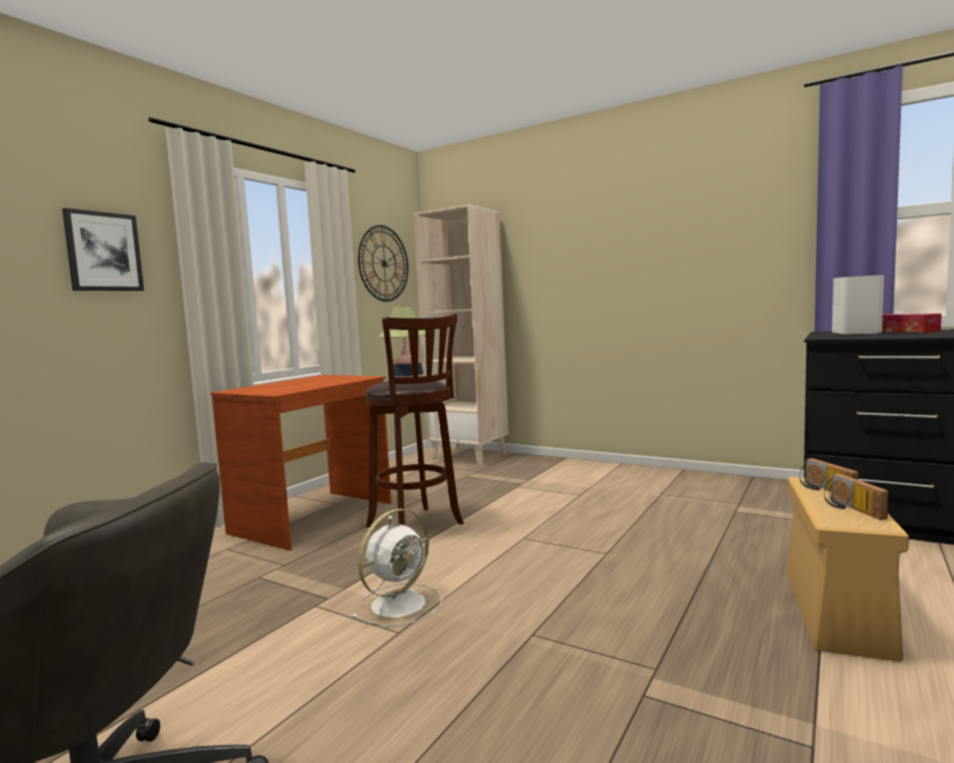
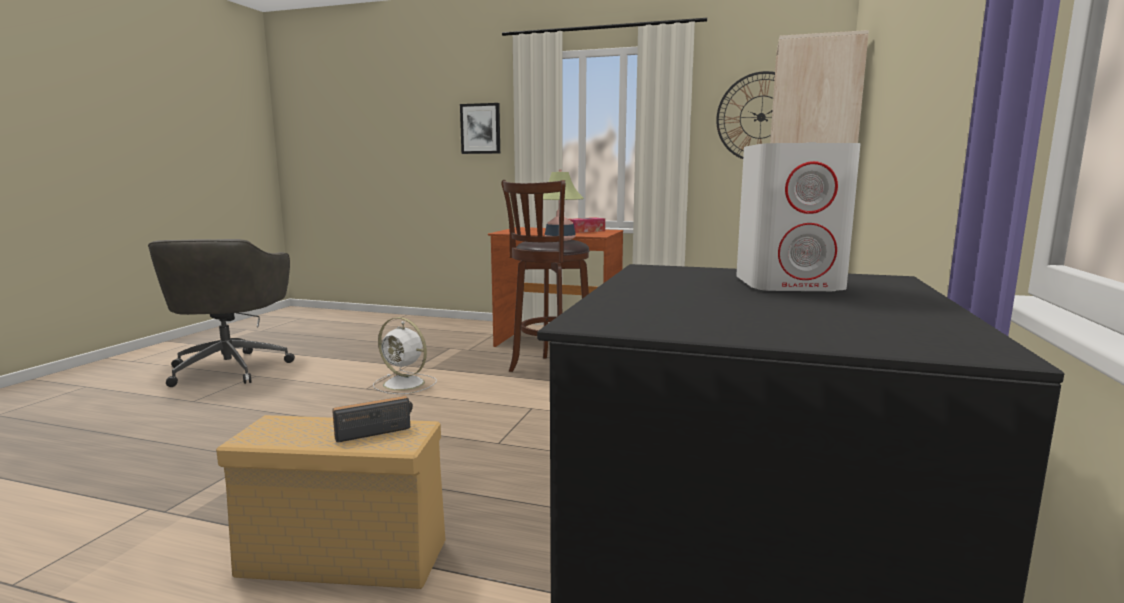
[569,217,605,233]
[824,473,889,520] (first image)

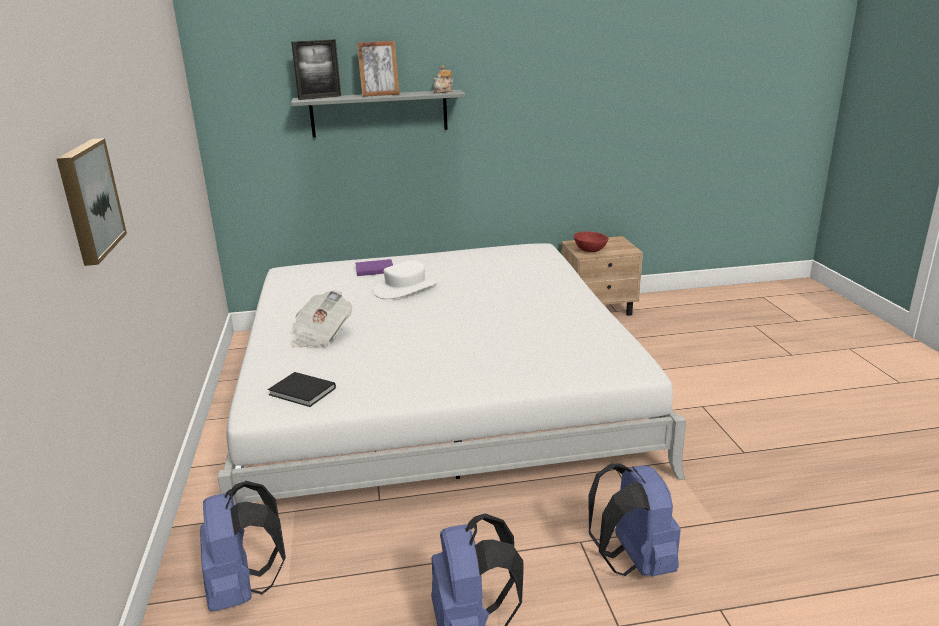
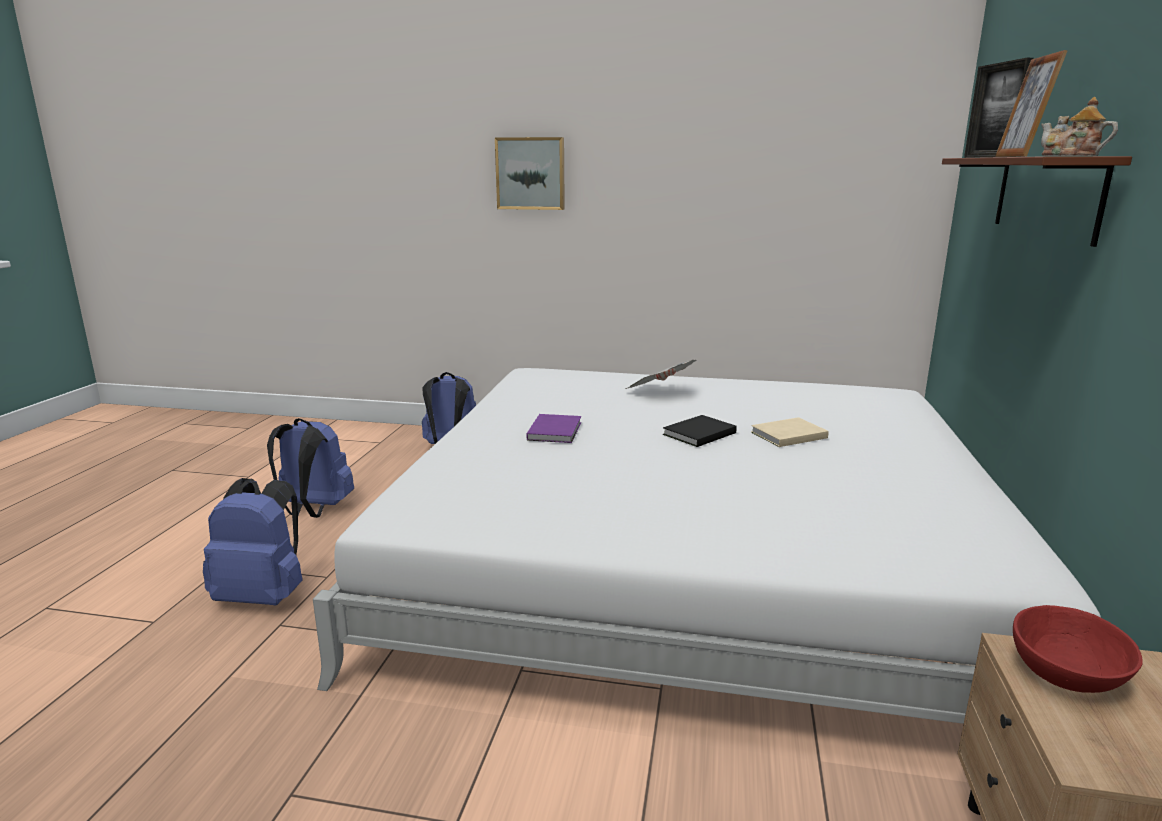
[942,156,1132,247]
[527,414,581,443]
[751,417,829,447]
[663,415,737,447]

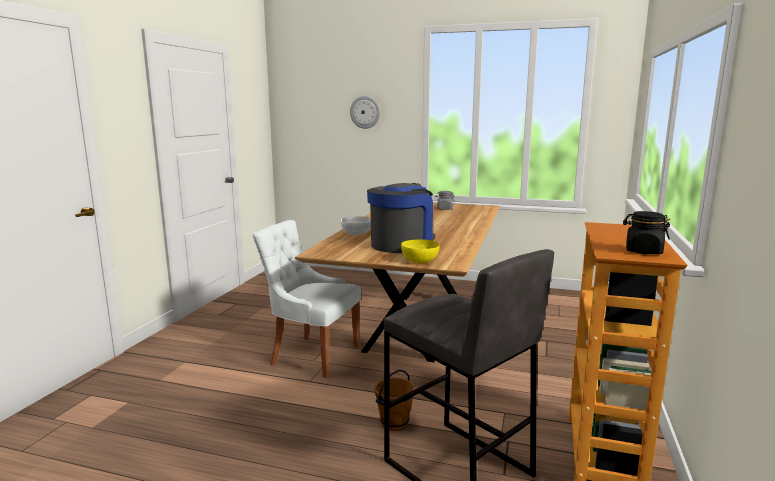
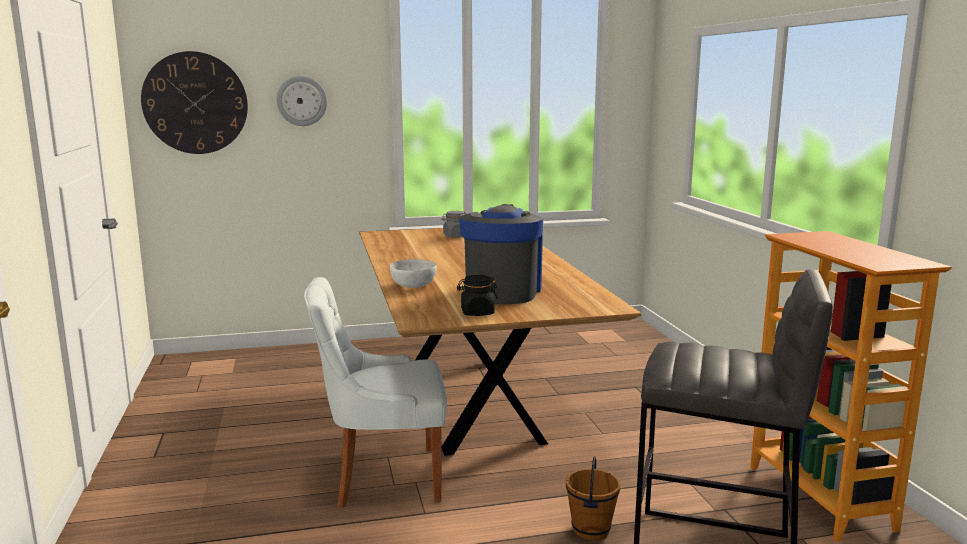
[457,275,498,316]
[401,239,440,263] (first image)
[141,51,248,154]

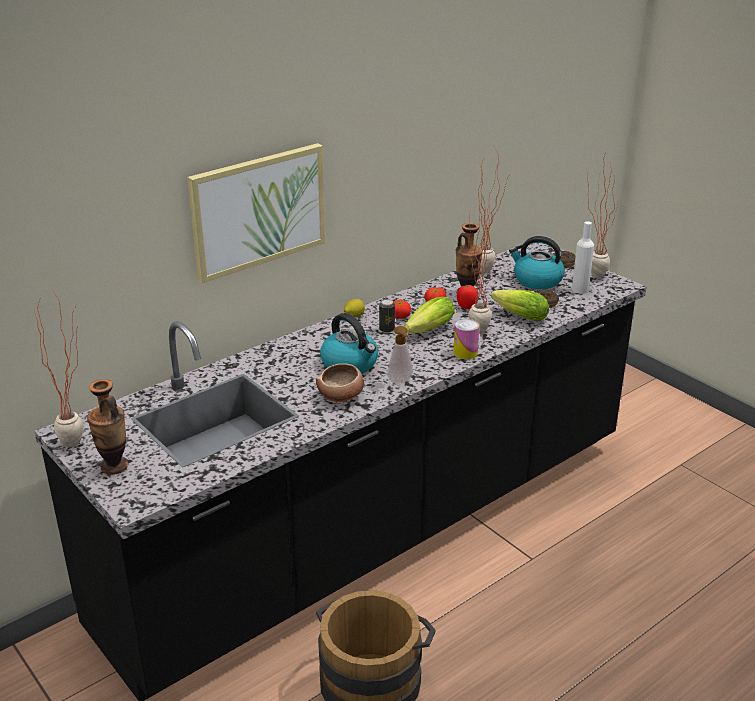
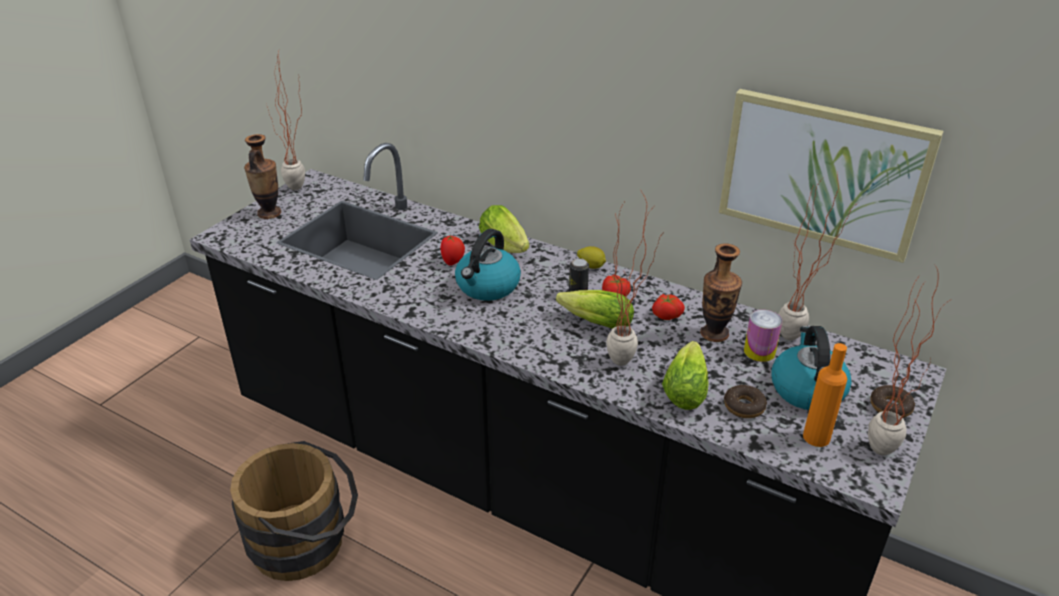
[719,89,944,263]
[803,343,847,447]
[441,235,465,266]
[744,310,782,362]
[387,326,413,384] (first image)
[316,363,364,402] (first image)
[479,205,530,253]

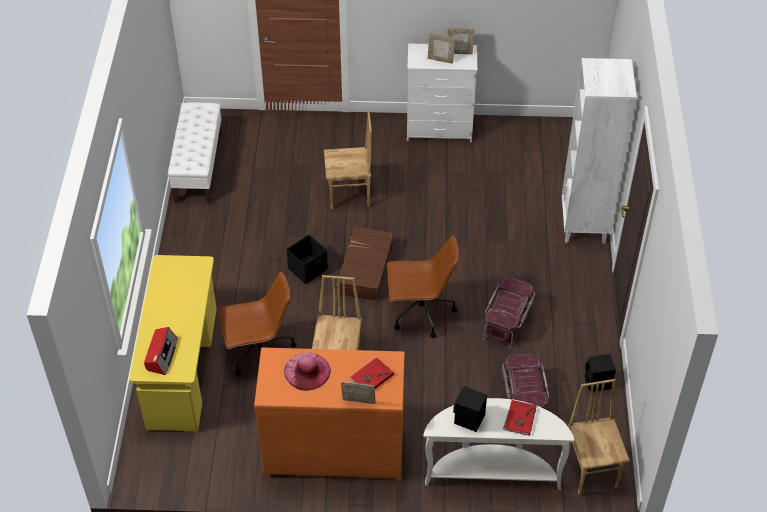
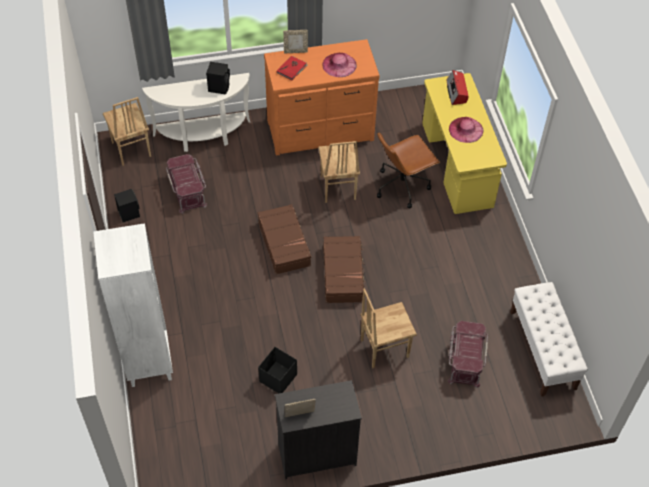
[428,33,455,64] (first image)
[275,380,362,480]
[258,347,297,393]
[258,204,312,275]
[448,321,488,388]
[503,400,537,436] (first image)
[449,117,483,143]

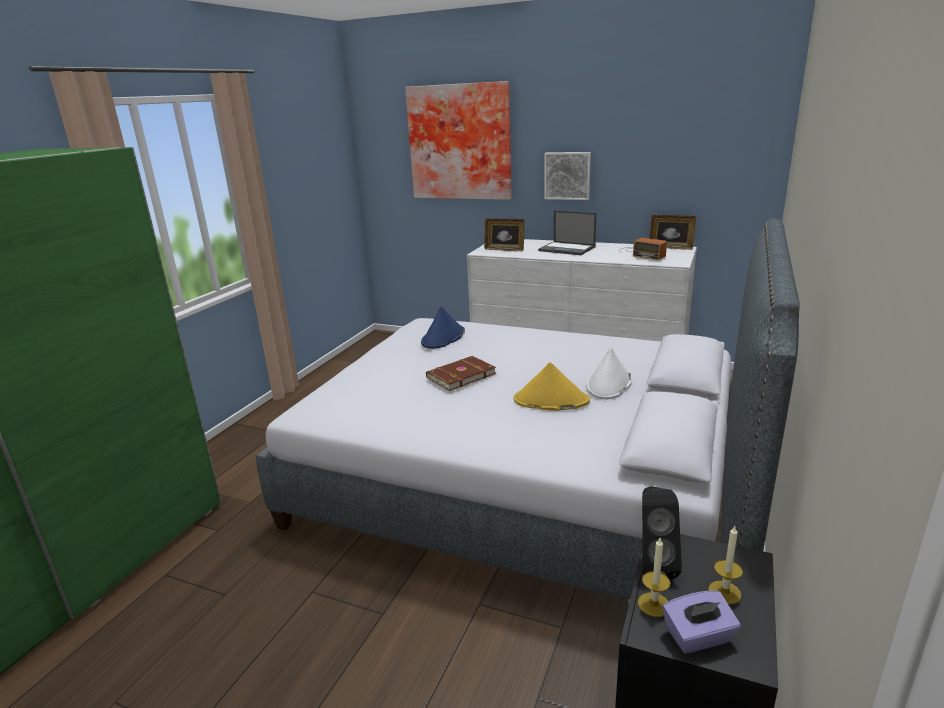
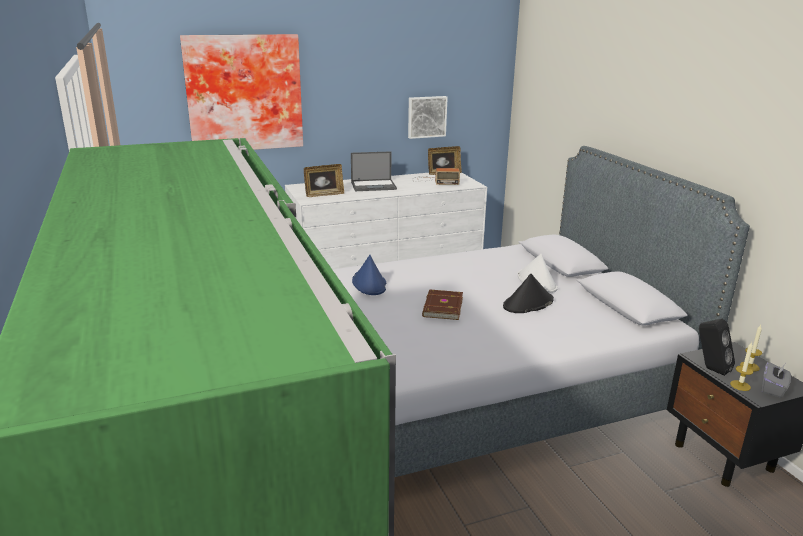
[408,96,448,139]
[503,274,554,313]
[762,362,791,398]

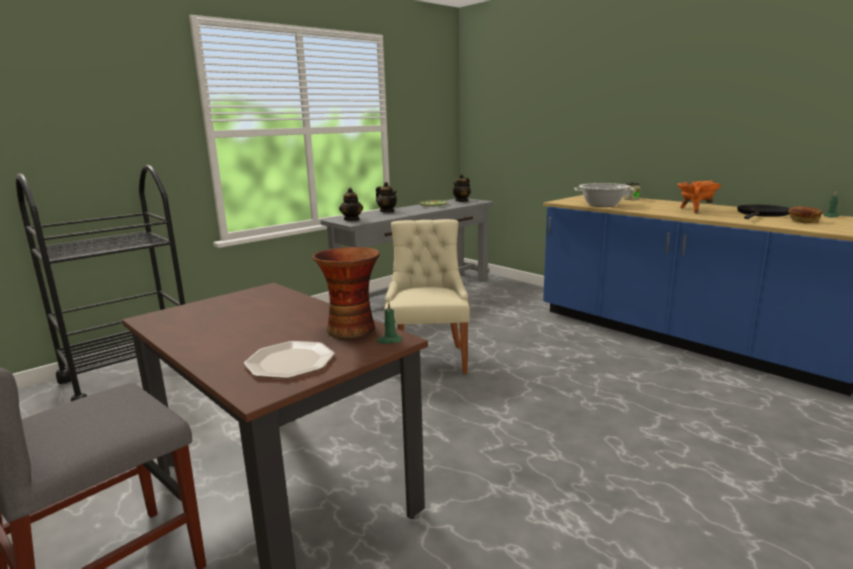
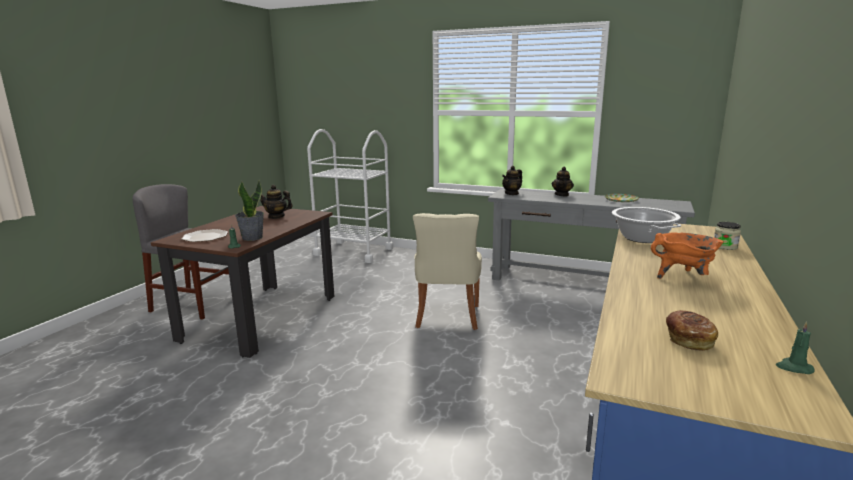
[307,129,393,263]
[260,185,293,219]
[737,205,790,219] (first image)
[413,213,482,330]
[235,180,264,241]

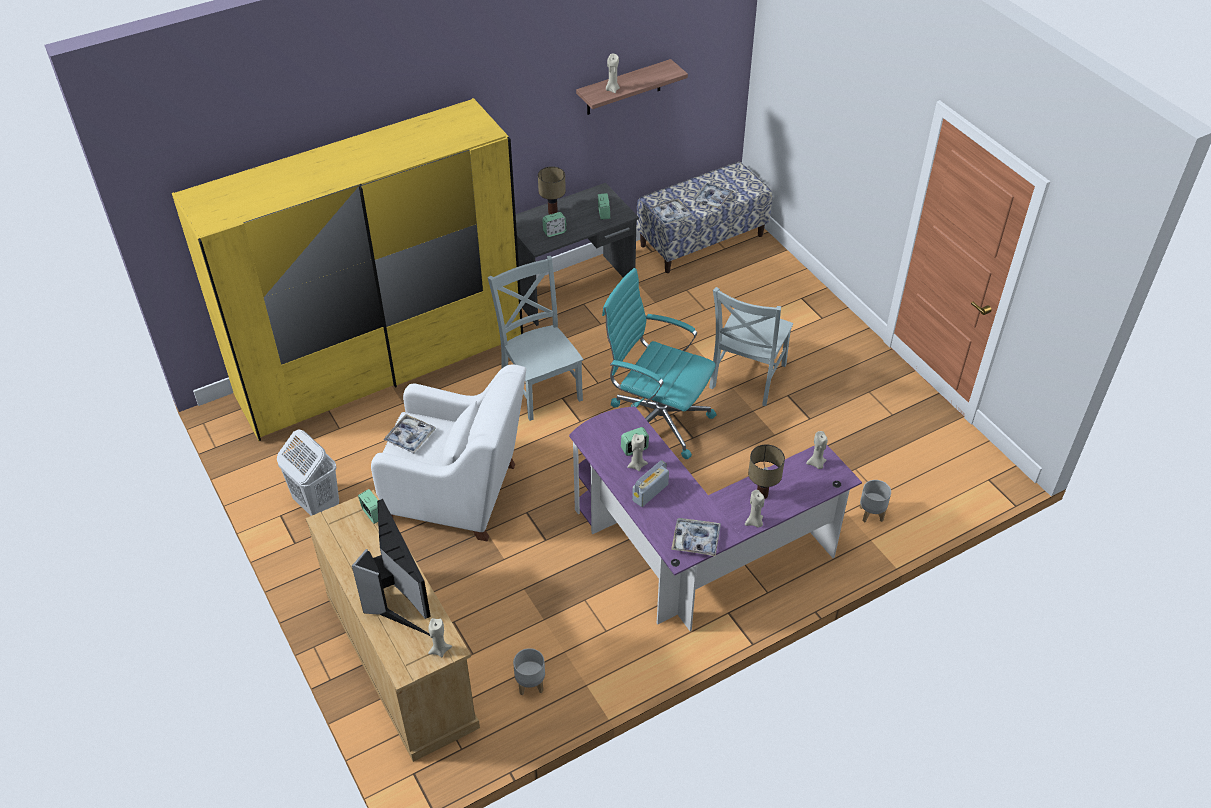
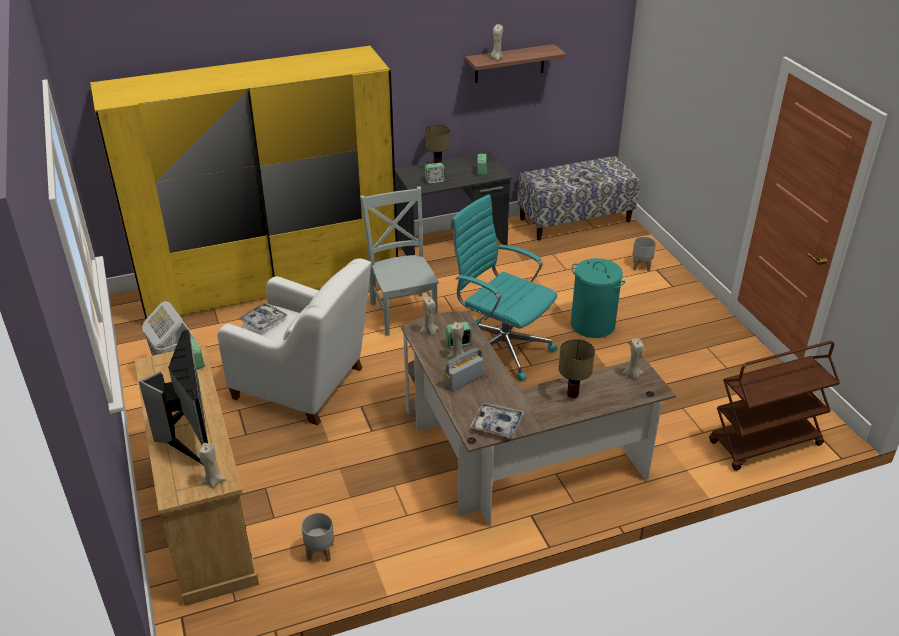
[571,258,626,338]
[401,311,676,527]
[632,237,656,272]
[420,297,439,335]
[709,341,840,471]

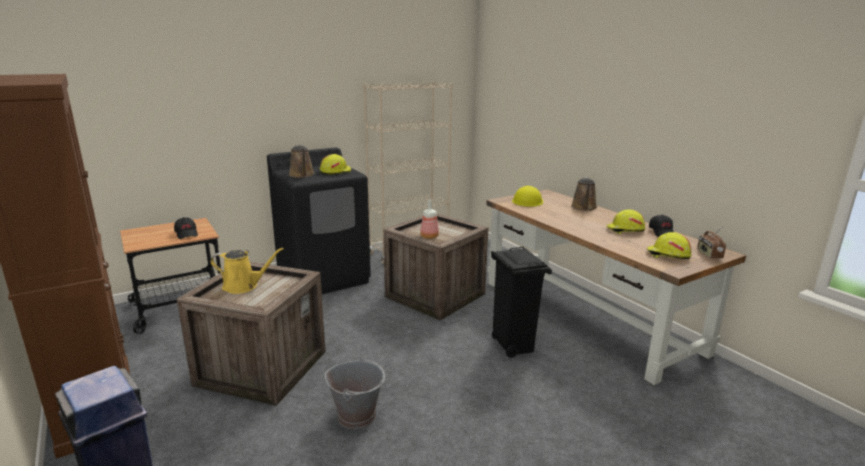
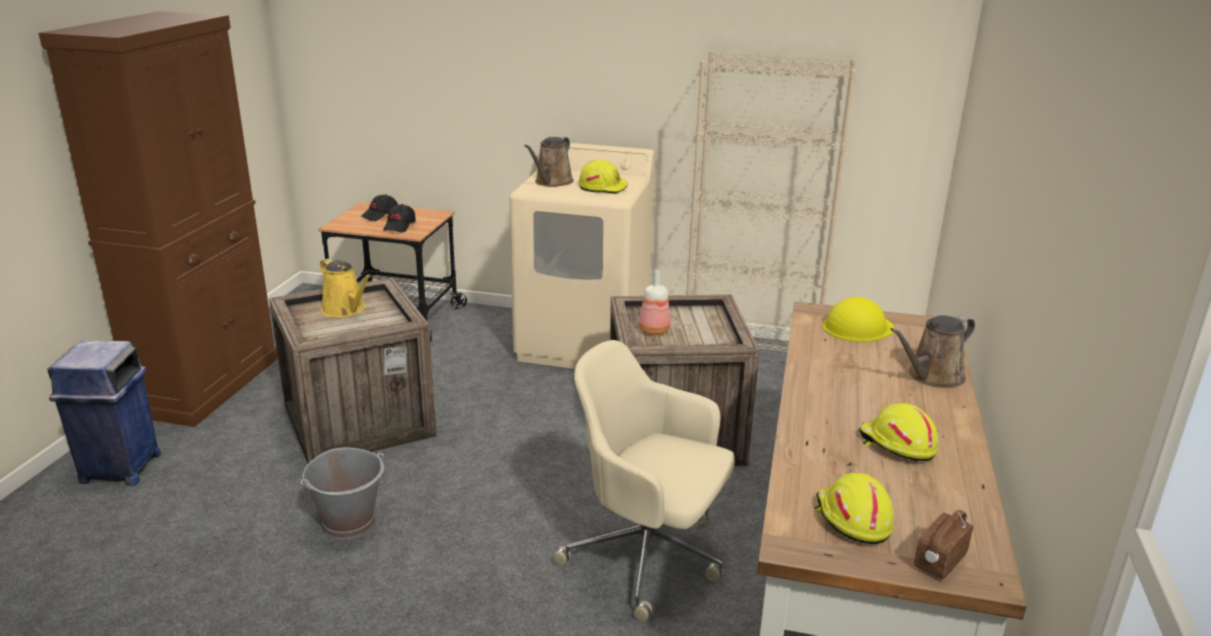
[509,143,655,369]
[360,194,398,221]
[553,340,735,622]

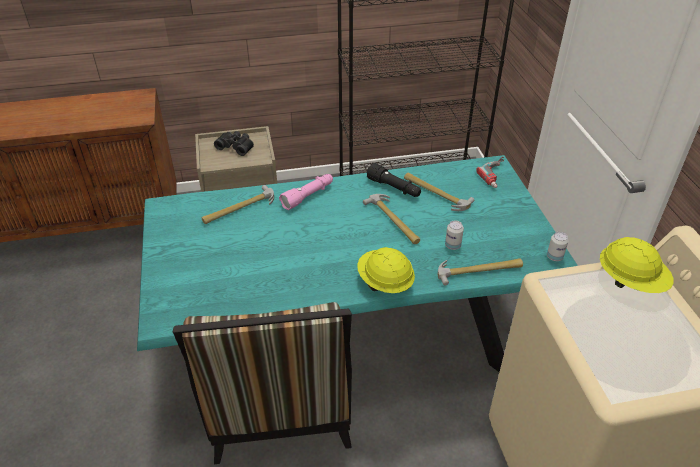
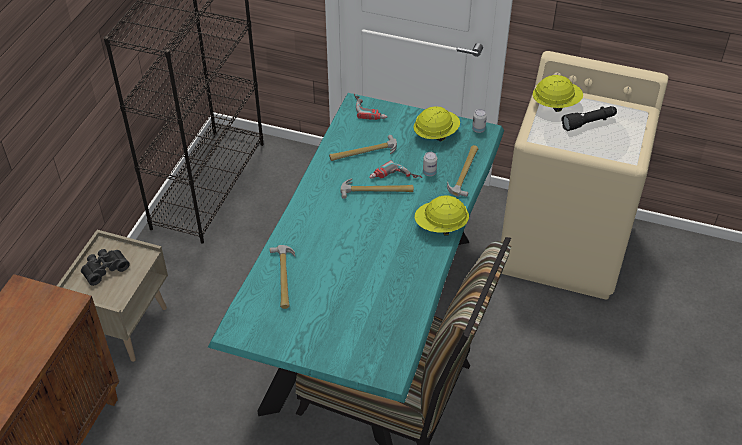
[561,106,617,131]
[279,174,333,210] (first image)
[414,107,460,141]
[369,160,422,179]

